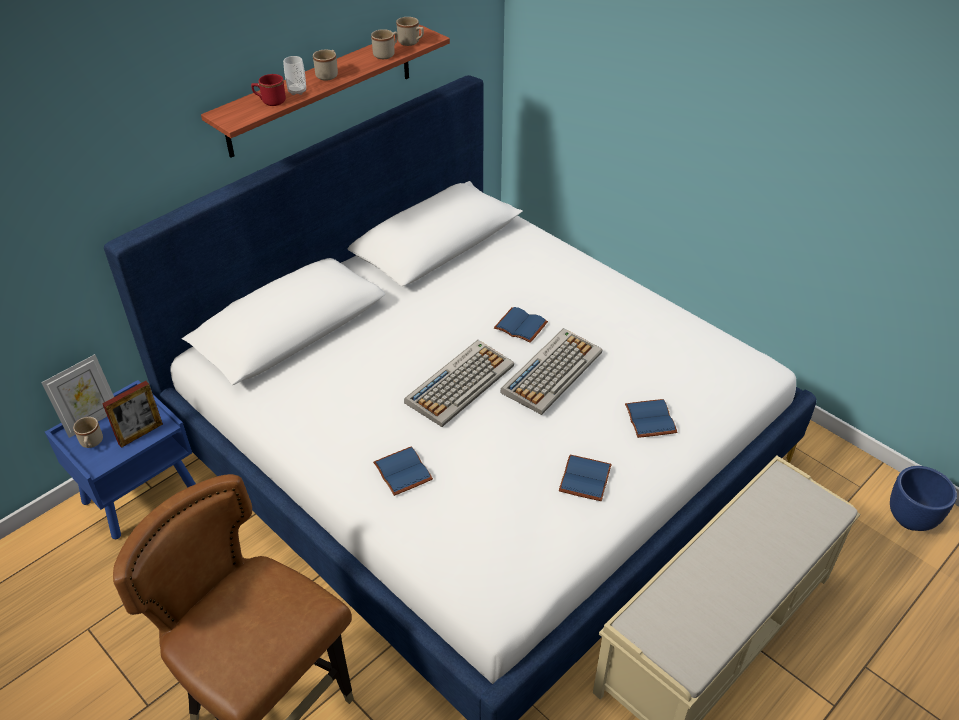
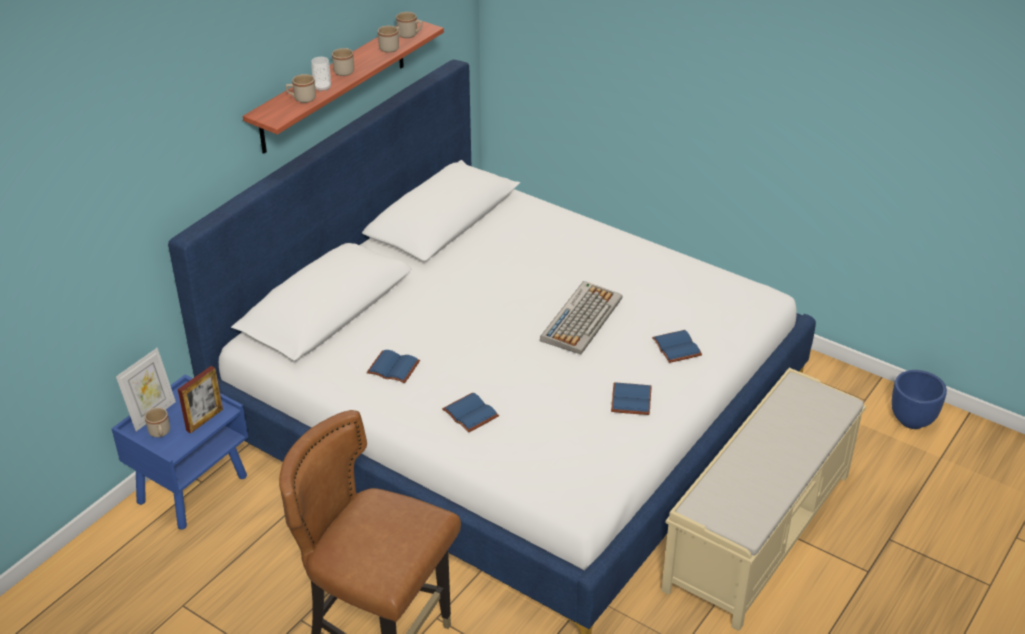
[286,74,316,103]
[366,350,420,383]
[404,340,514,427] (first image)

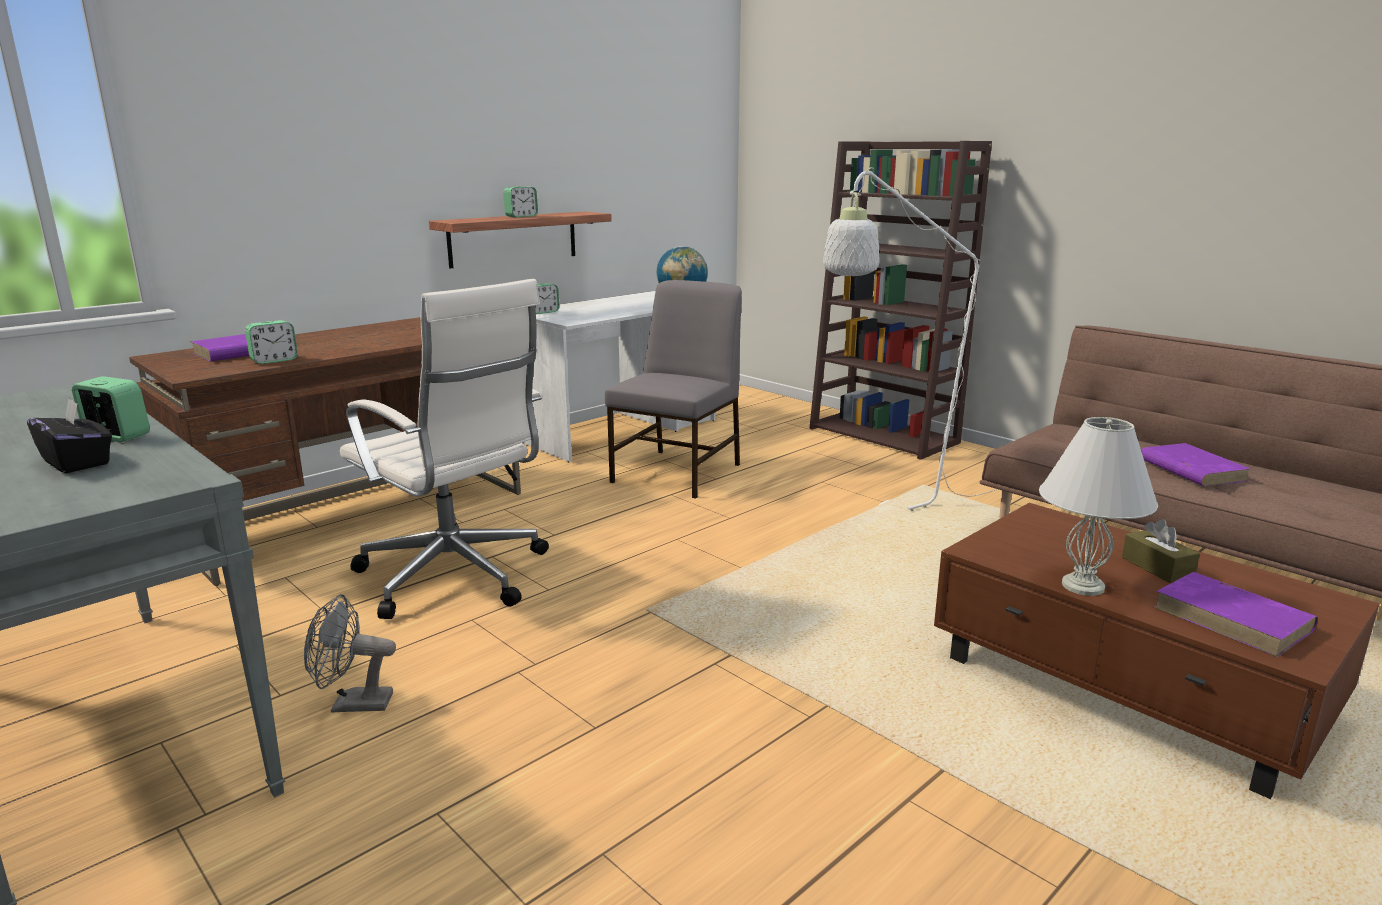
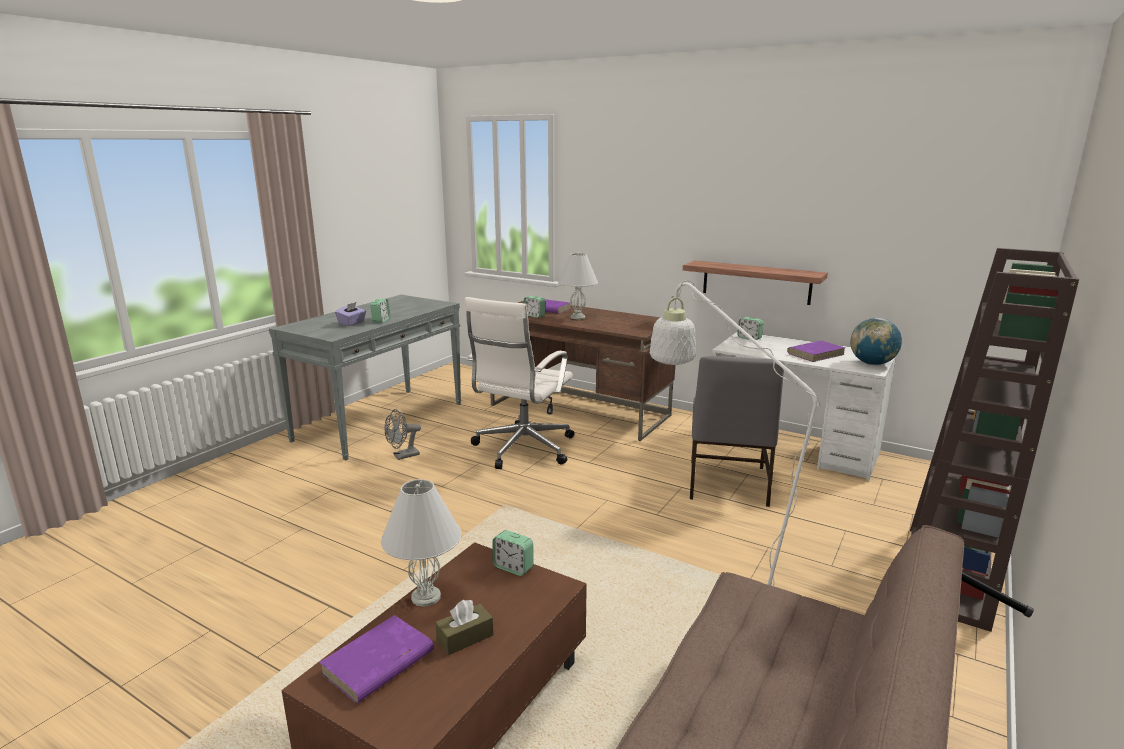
[492,530,533,576]
[690,356,785,507]
[335,302,366,326]
[787,341,845,362]
[385,409,421,460]
[558,253,598,319]

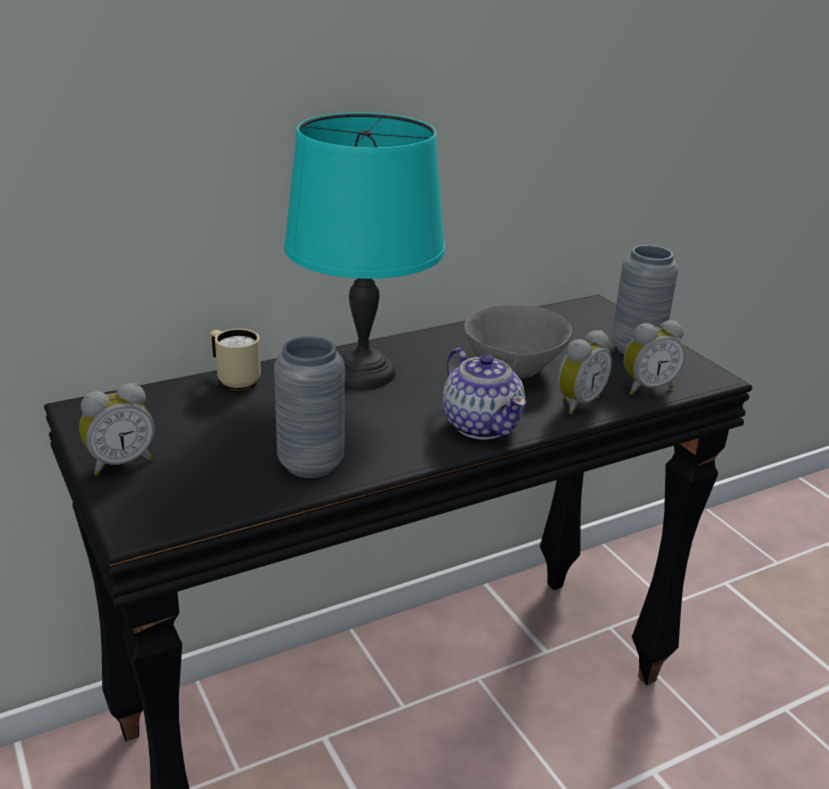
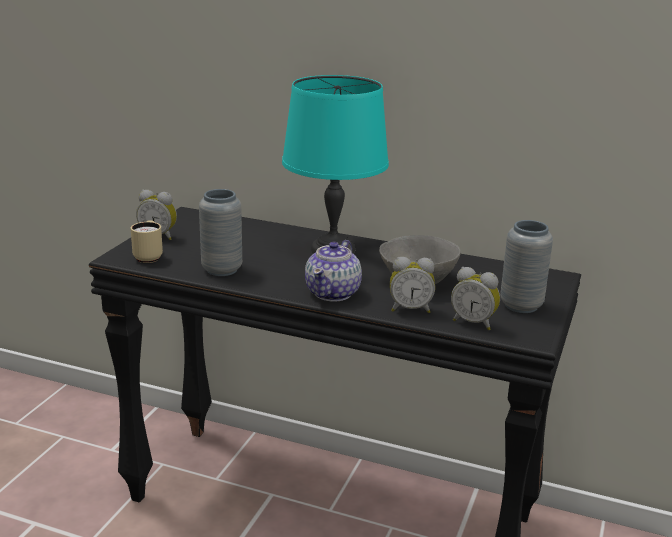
[131,220,163,263]

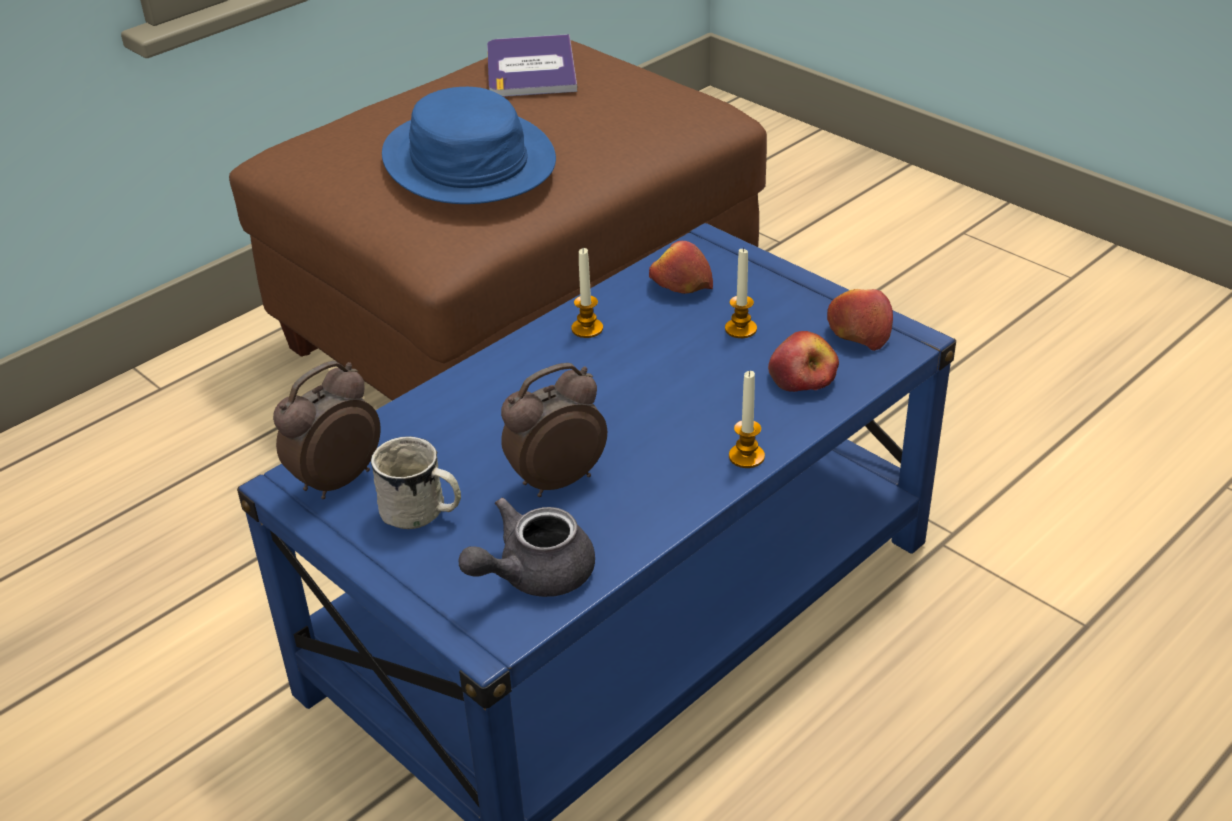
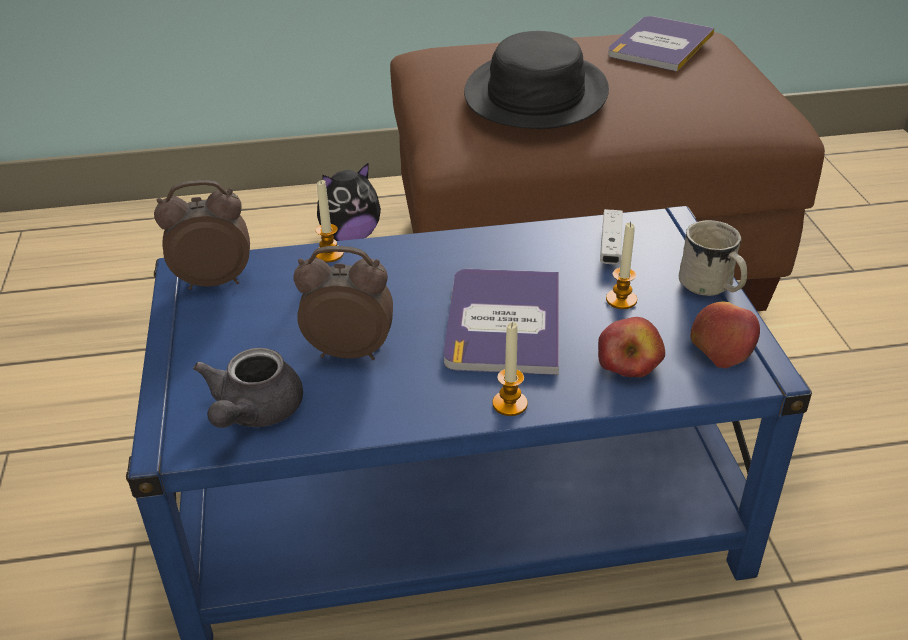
[464,31,609,129]
[600,209,623,264]
[316,180,344,262]
[679,220,747,296]
[193,348,303,428]
[317,162,381,241]
[444,269,559,375]

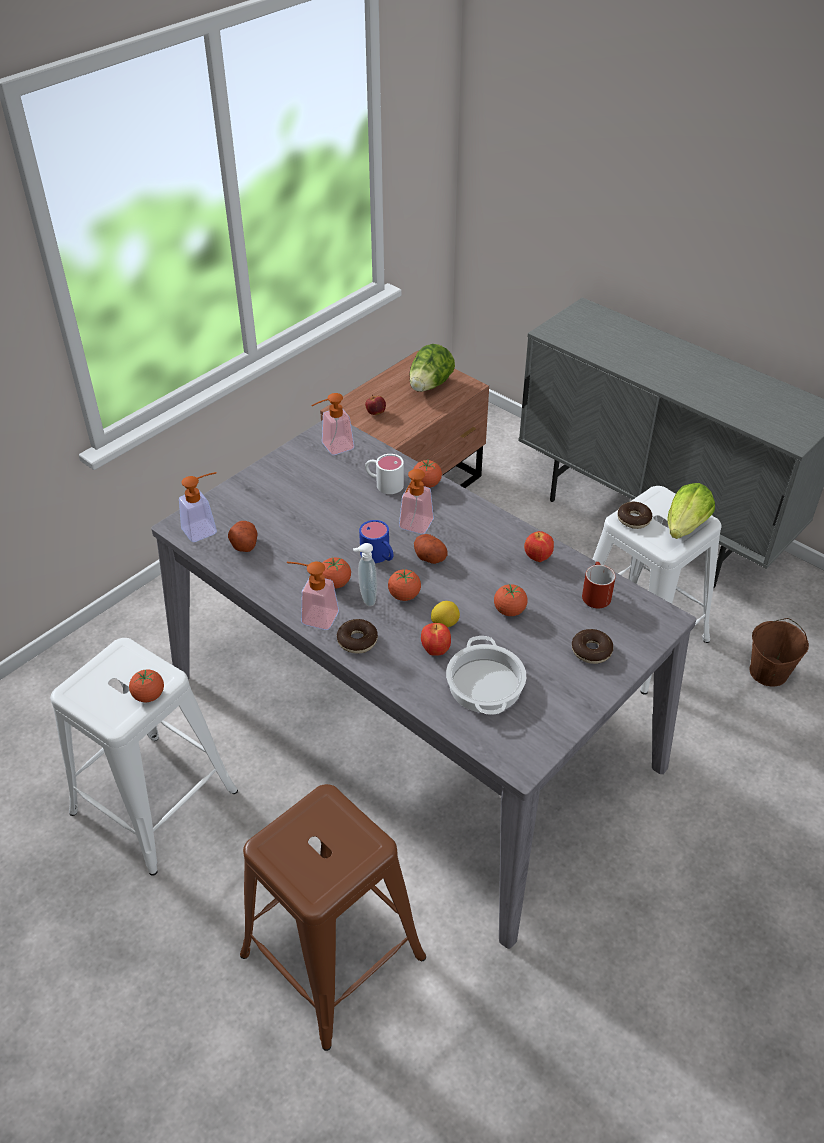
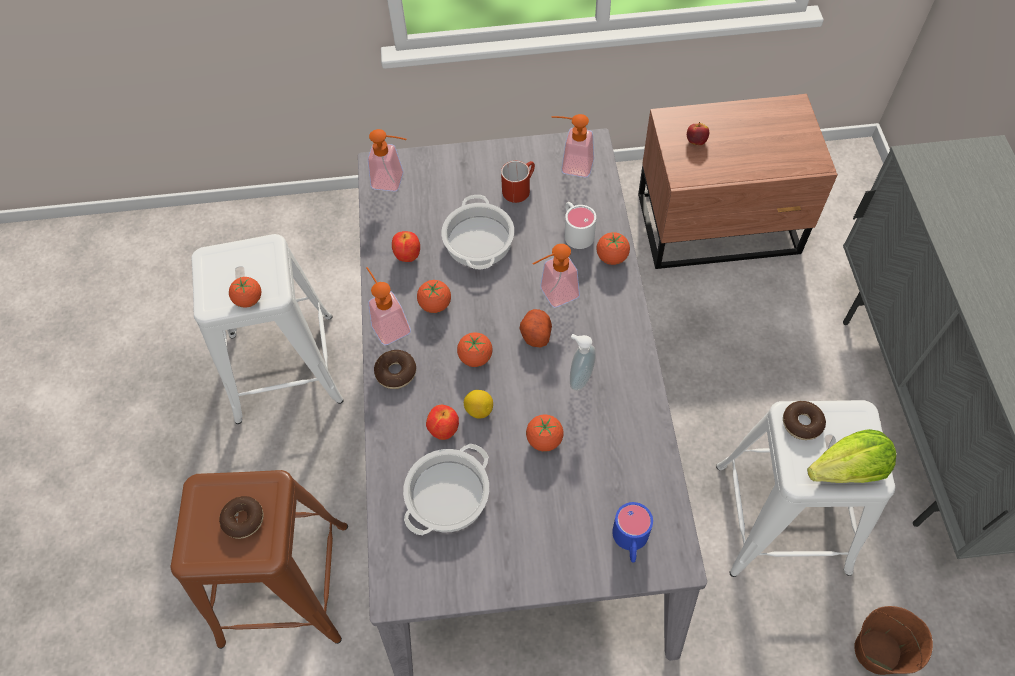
[410,344,455,392] (first image)
[612,502,653,563]
[228,521,257,552] (first image)
[392,231,420,262]
[570,334,596,391]
[501,161,535,203]
[219,496,263,539]
[441,195,514,269]

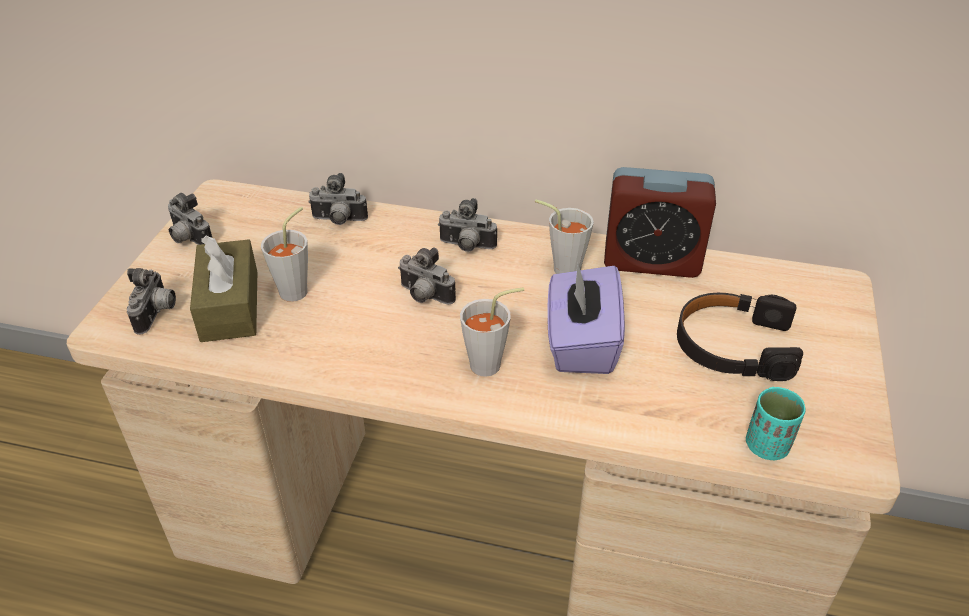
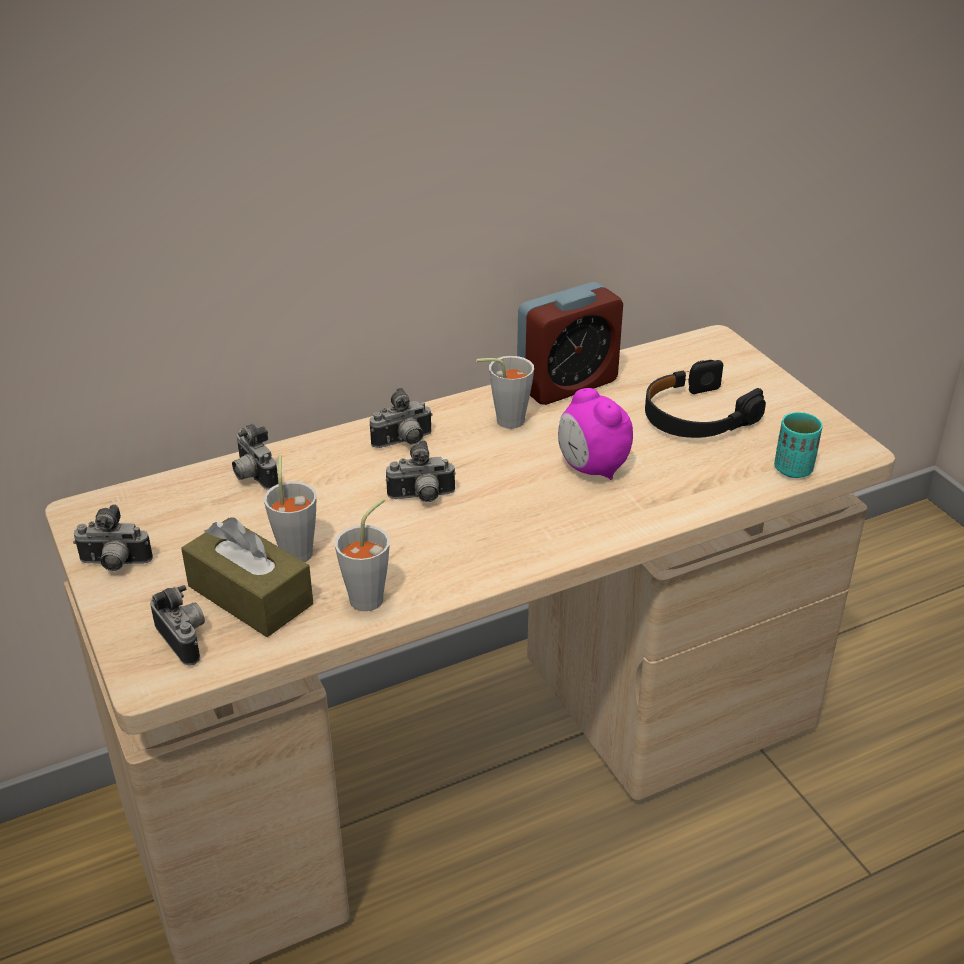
[232,424,278,490]
[558,388,633,480]
[335,498,390,611]

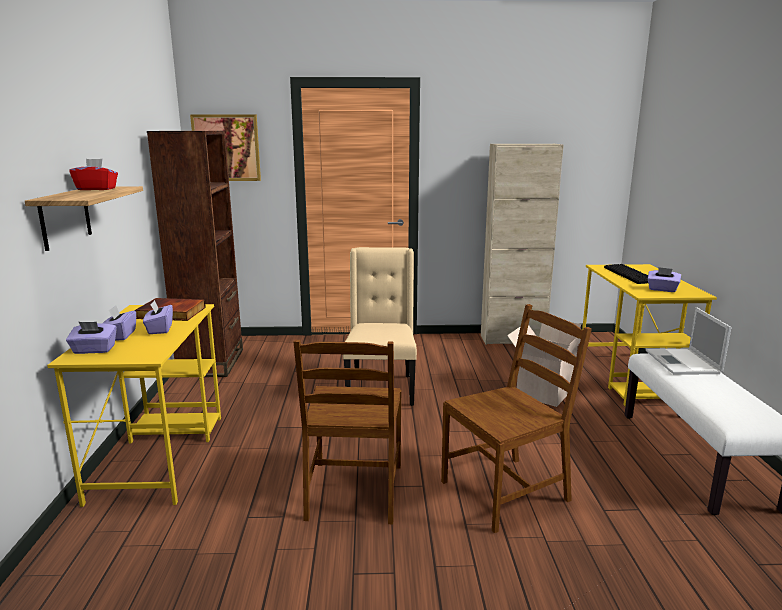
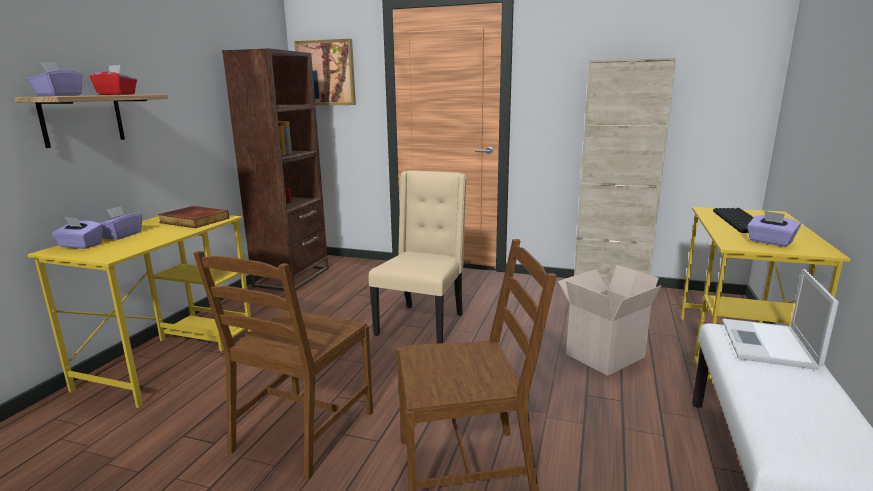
[27,62,82,96]

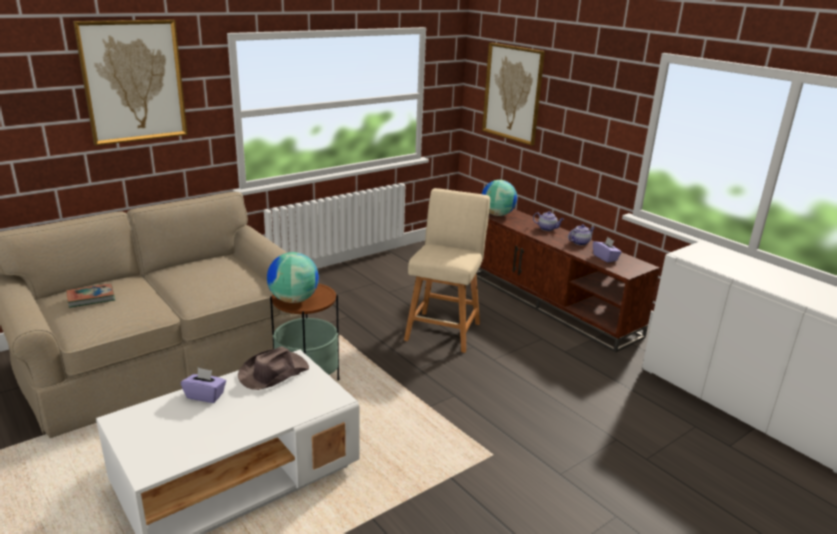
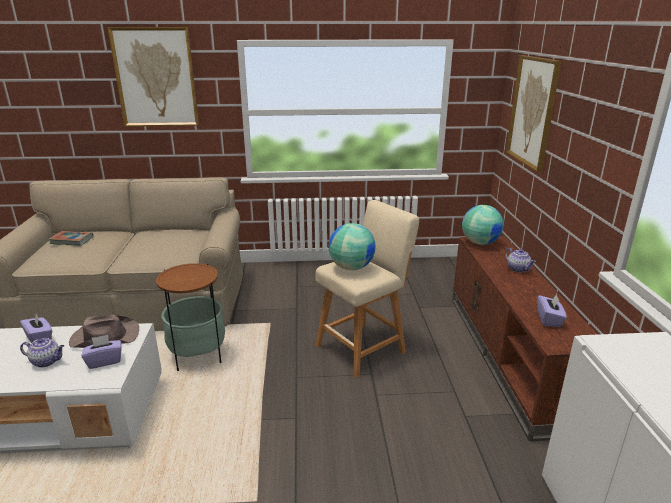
[20,338,64,367]
[328,223,376,270]
[82,335,122,369]

